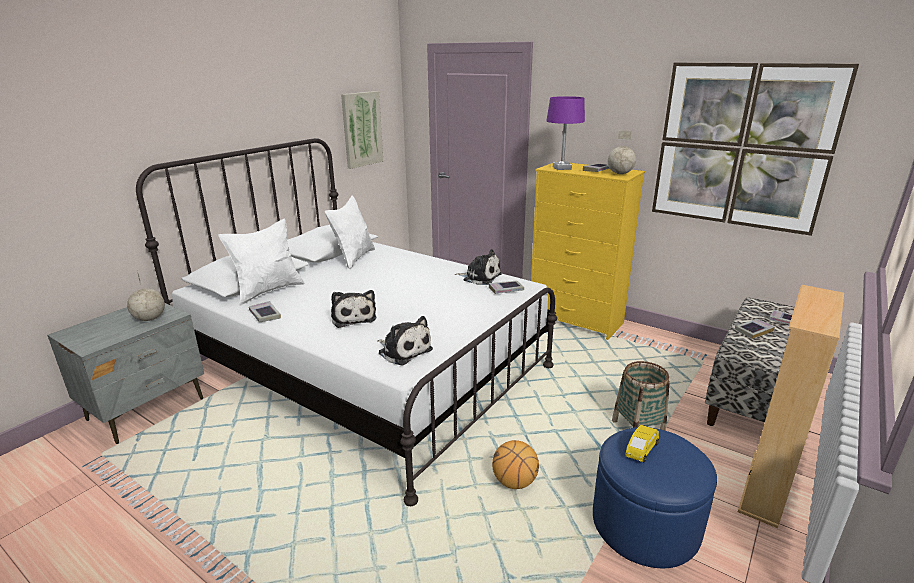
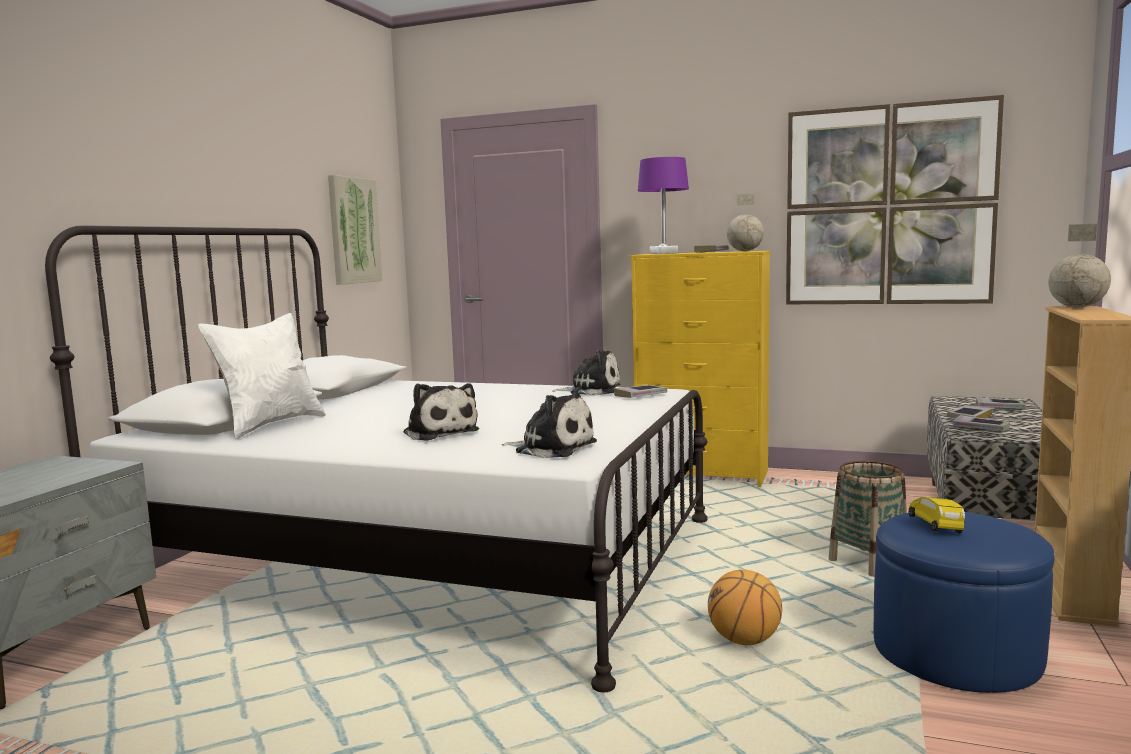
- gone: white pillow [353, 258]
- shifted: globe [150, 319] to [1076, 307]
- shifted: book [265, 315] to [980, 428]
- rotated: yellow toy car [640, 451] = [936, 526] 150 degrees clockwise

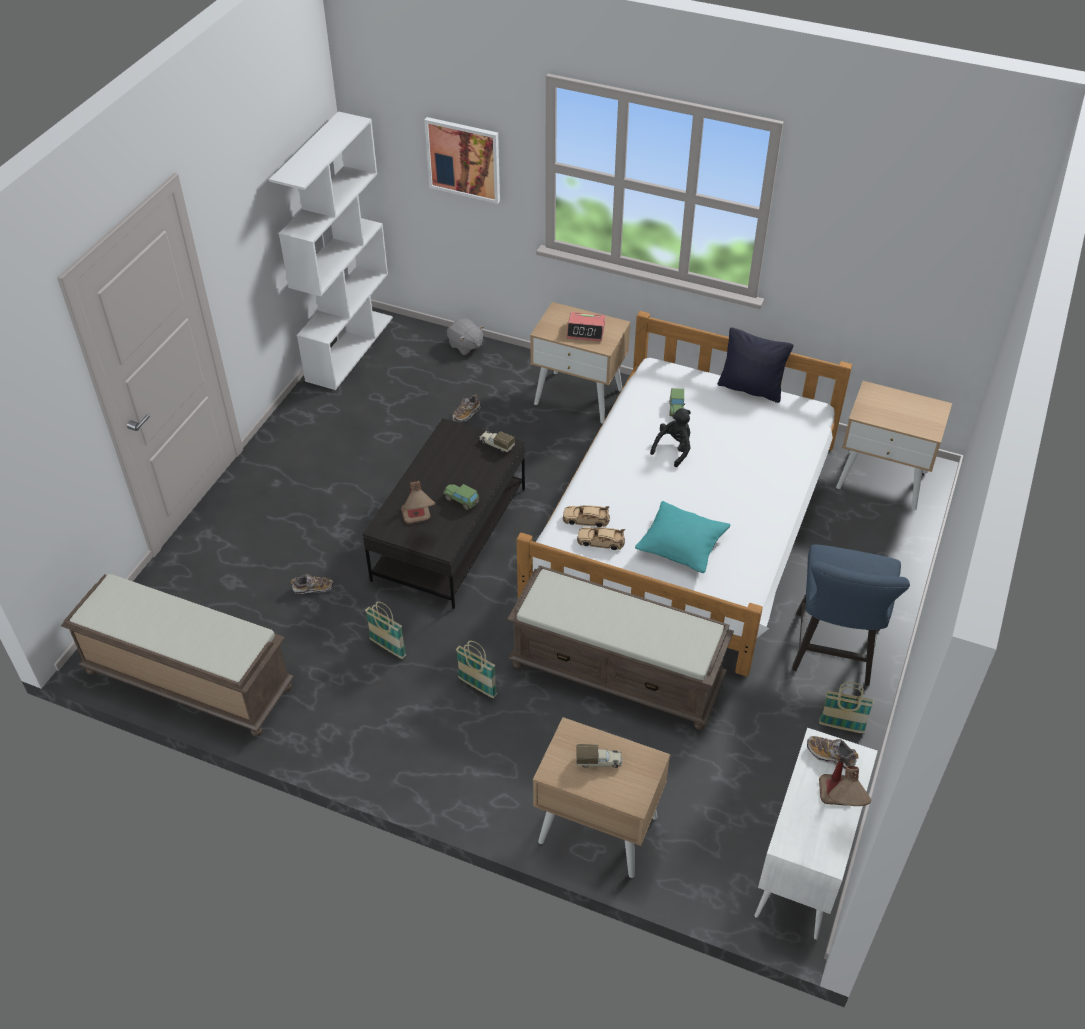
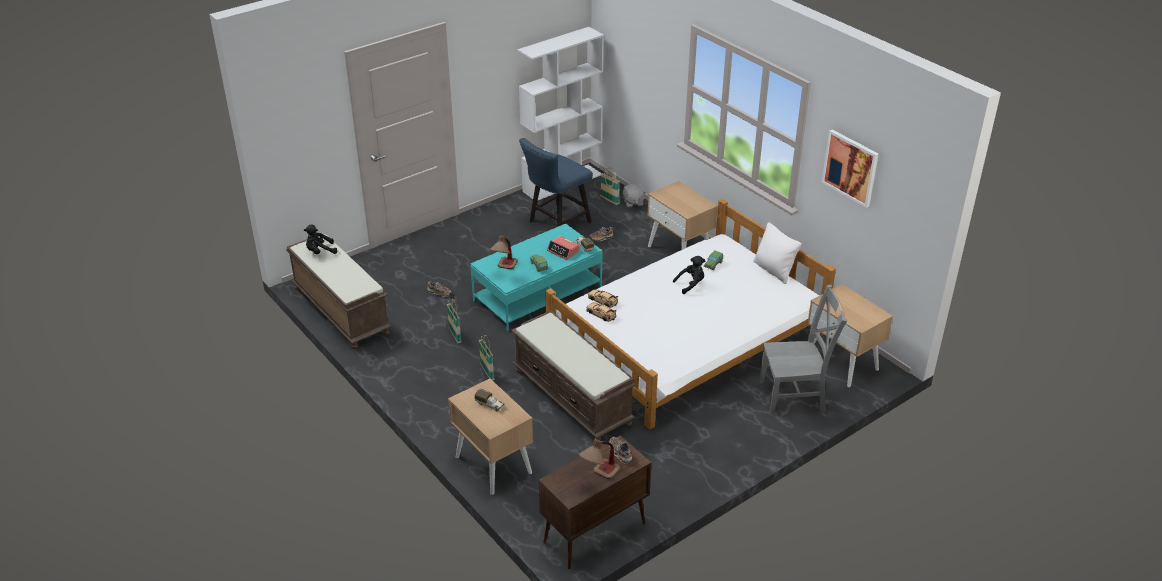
- shifted: picture [464, 159] to [850, 167]
- shifted: alarm clock [586, 331] to [563, 251]
- repainted: black pillow [751, 388] to white pillow [774, 270]
- repainted: black coffee table [450, 534] to turquoise coffee table [537, 294]
- gone: turquoise pillow [681, 545]
- shifted: blue chair [833, 654] to [556, 223]
- shifted: basket [841, 727] to [609, 200]
- repainted: white cabinet [803, 868] to brown cabinet [593, 534]
- new: black plush toy [320, 251]
- new: grey chair [795, 396]

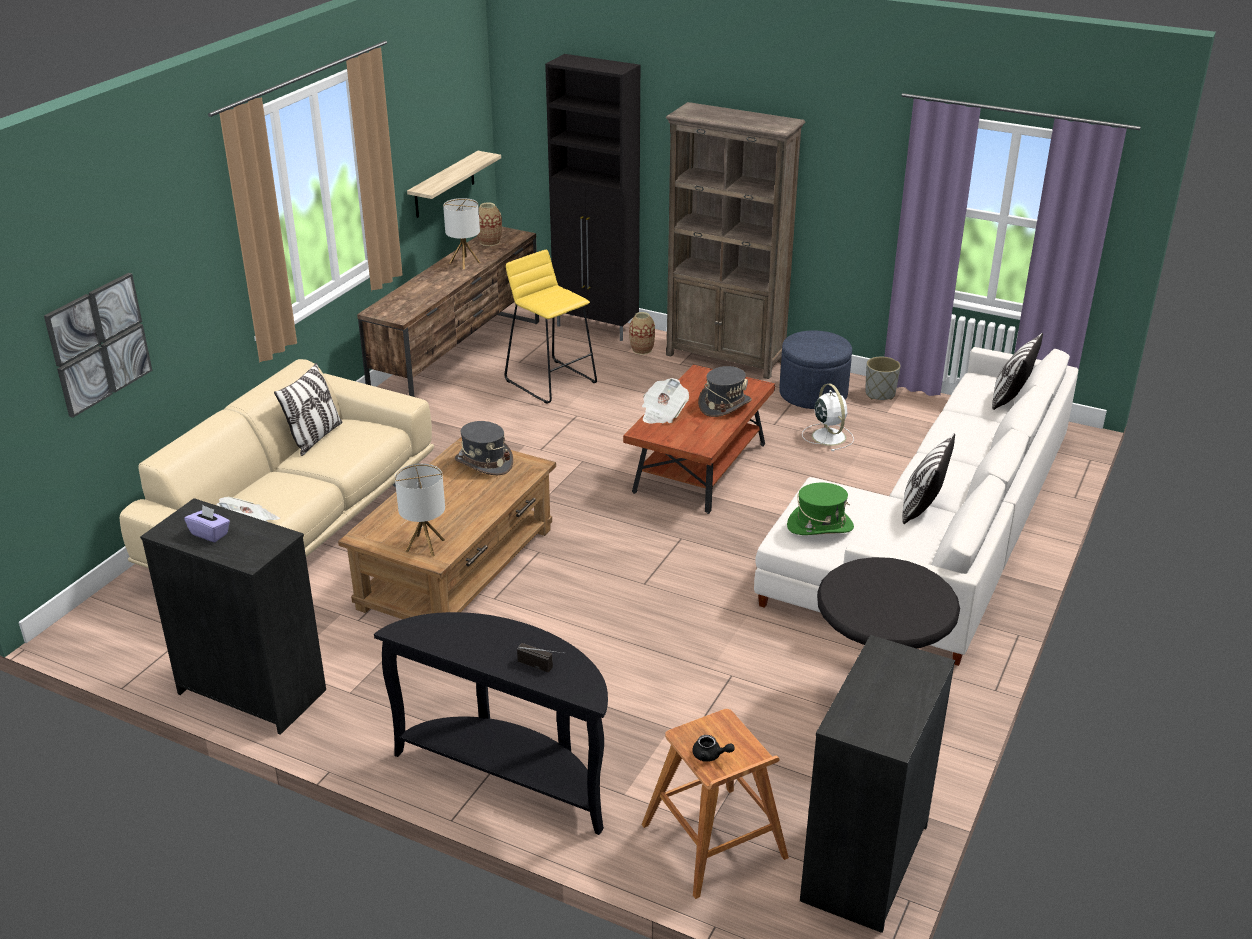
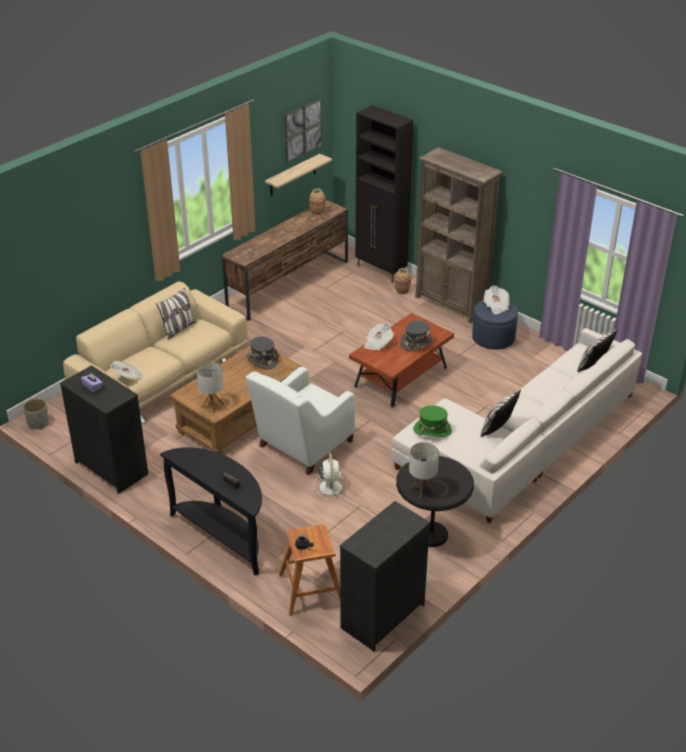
- shifted: table lamp [464, 263] to [422, 490]
- gone: yellow stool [551, 381]
- shifted: picture [99, 343] to [302, 130]
- shifted: grey planter [880, 394] to [38, 423]
- shifted: white fan [828, 436] to [330, 486]
- new: newspaper [496, 306]
- new: white armchair [302, 446]

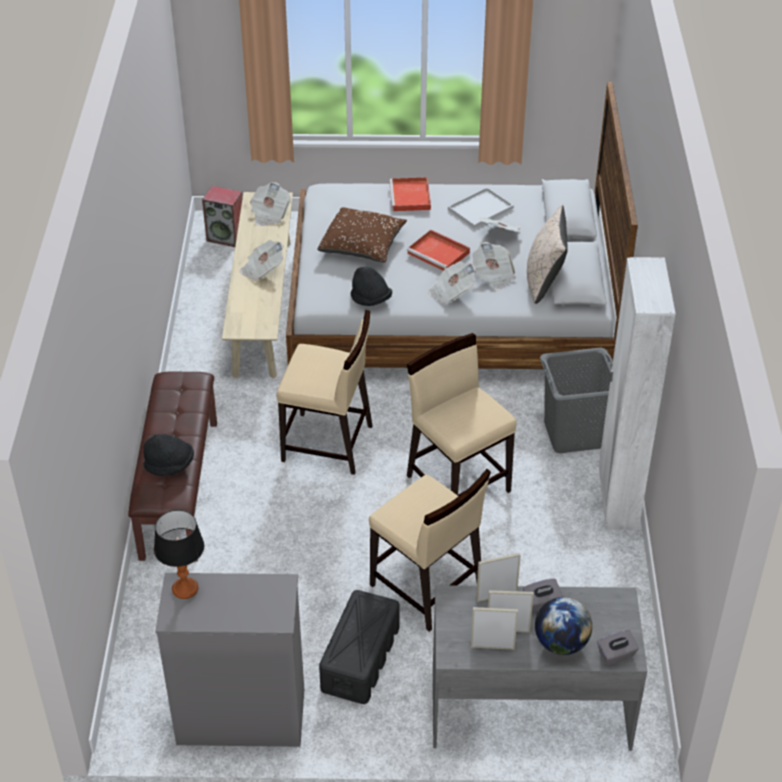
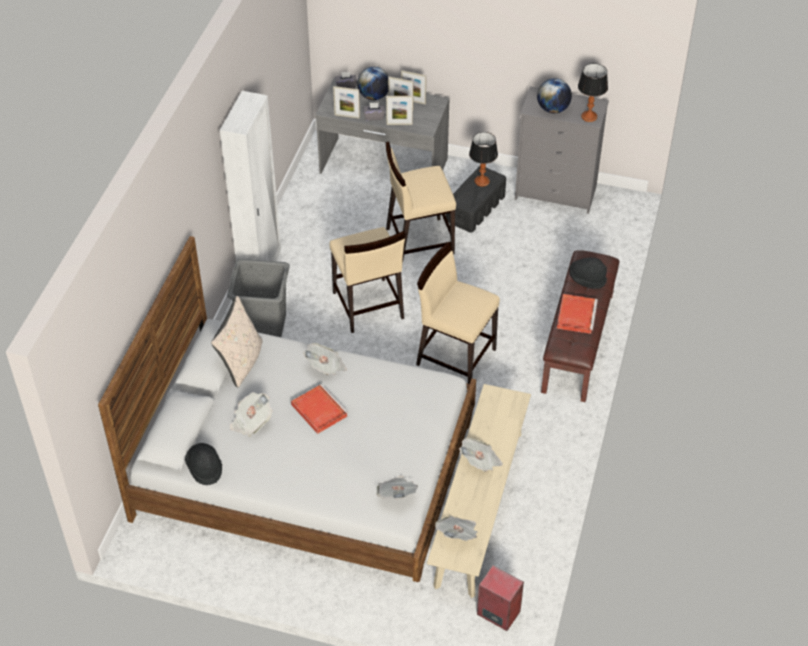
- shifted: red tray [410, 197] to [576, 314]
- gone: white tray [481, 208]
- gone: brown pillow [362, 246]
- shifted: newspaper [493, 276] to [396, 494]
- shifted: black hat [370, 300] to [205, 469]
- rotated: beige chair [426, 587] = [418, 240] 75 degrees counterclockwise
- new: globe [553, 109]
- new: picture frame [347, 116]
- new: table lamp [481, 181]

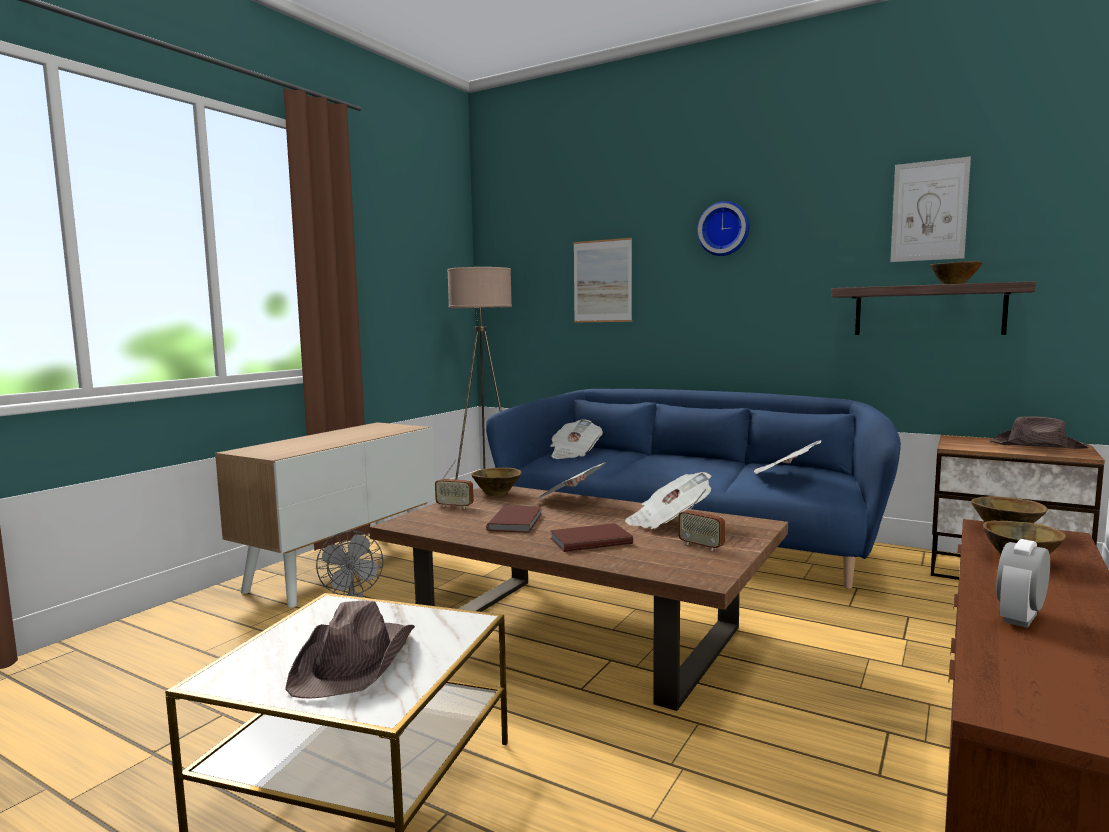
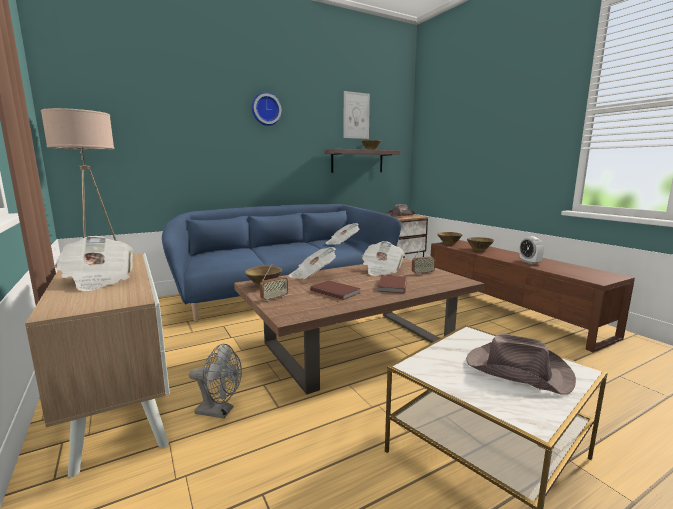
- gone: picture [602, 281]
- shifted: newspaper [574, 454] to [98, 280]

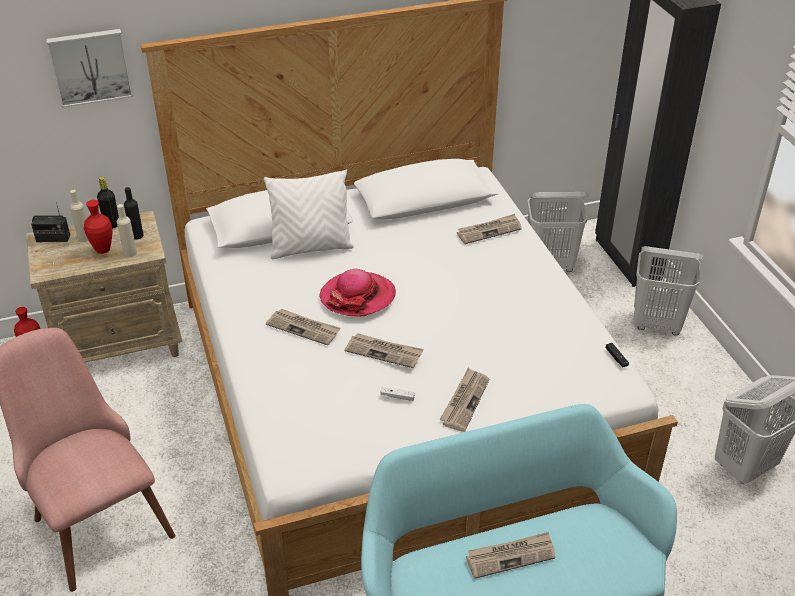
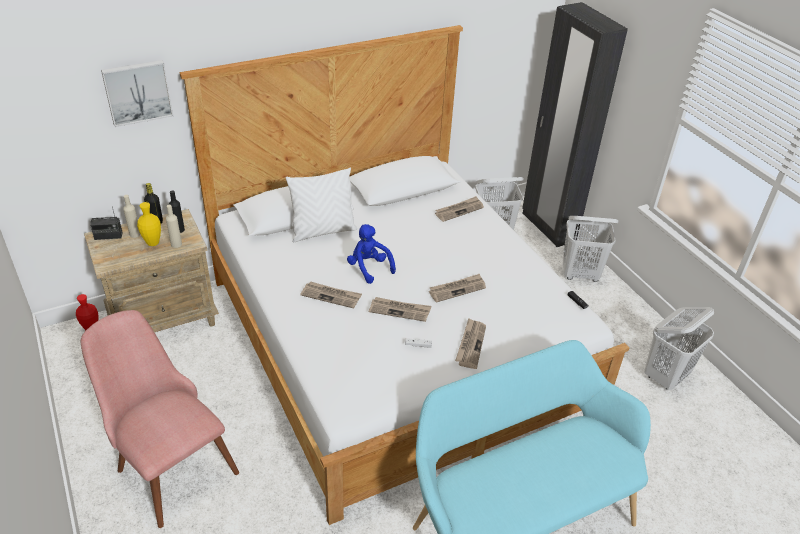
- repainted: red vase [103, 250] to yellow vase [153, 243]
- swapped: hat [358, 296] to blue plush toy [369, 268]
- shifted: newspaper [511, 556] to [457, 289]

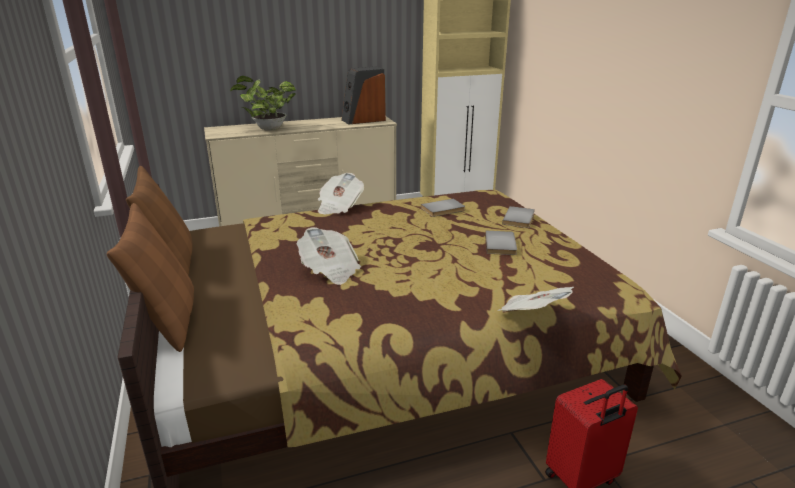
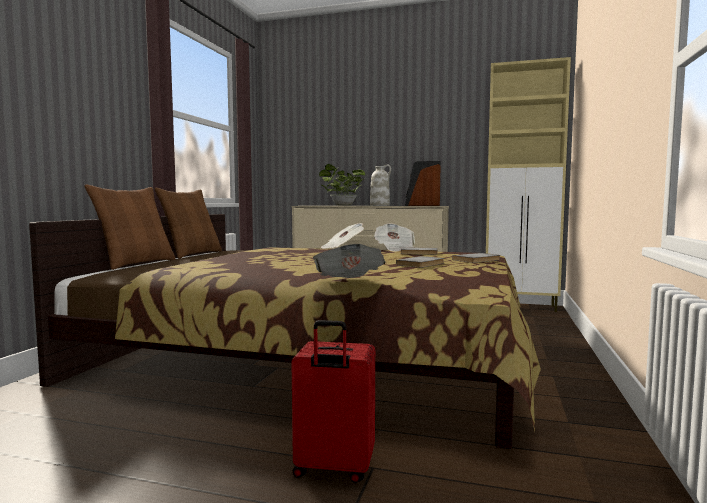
- shifted: newspaper [330, 270] to [394, 249]
- new: white vase [380, 205]

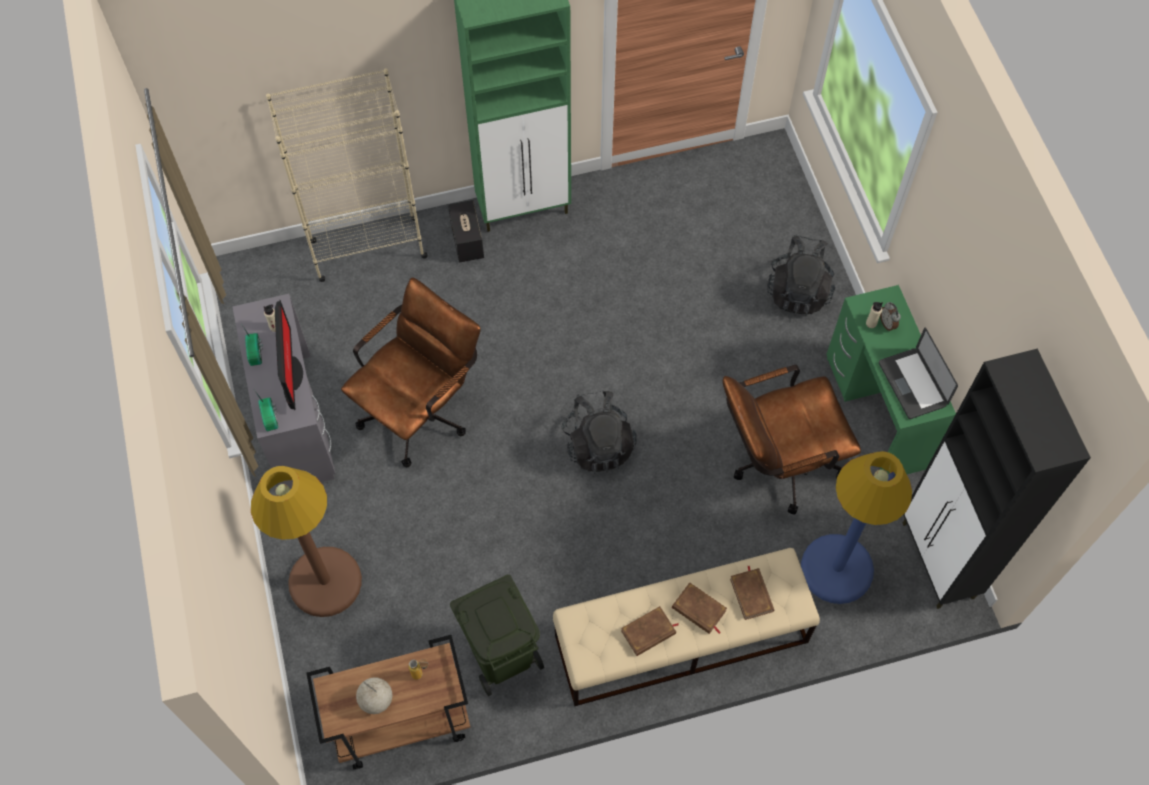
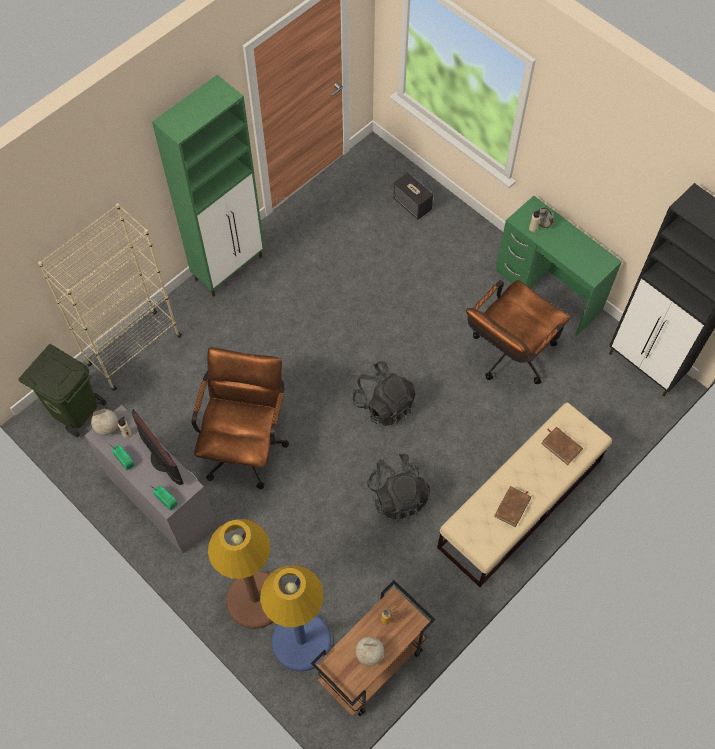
- shifted: speaker [467, 242] to [412, 204]
- shifted: black backpack [798, 291] to [398, 495]
- gone: laptop [912, 384]
- shifted: blue floor lamp [836, 569] to [301, 641]
- shifted: green trash can [503, 654] to [75, 409]
- gone: brown book [698, 610]
- new: globe [107, 427]

